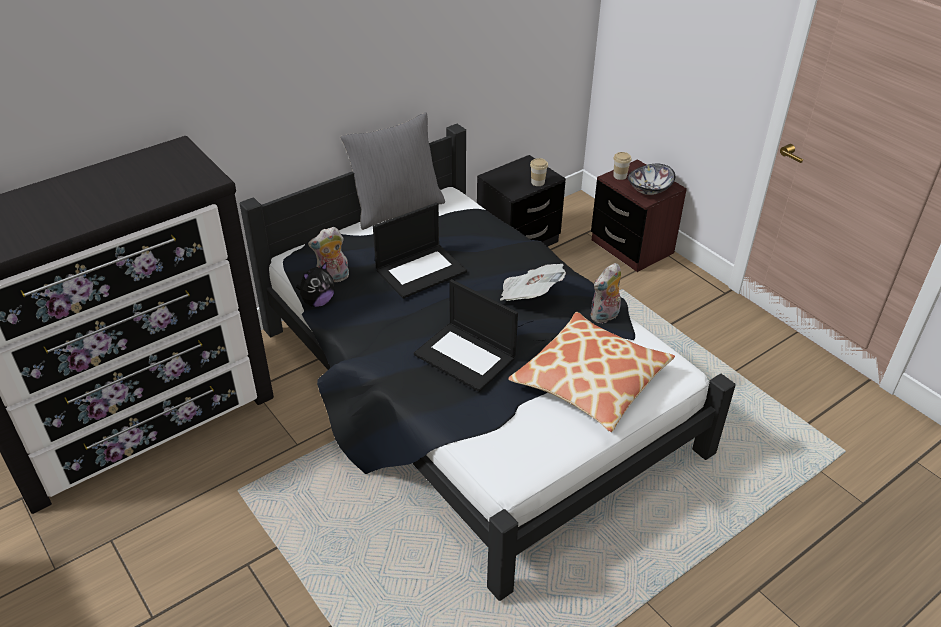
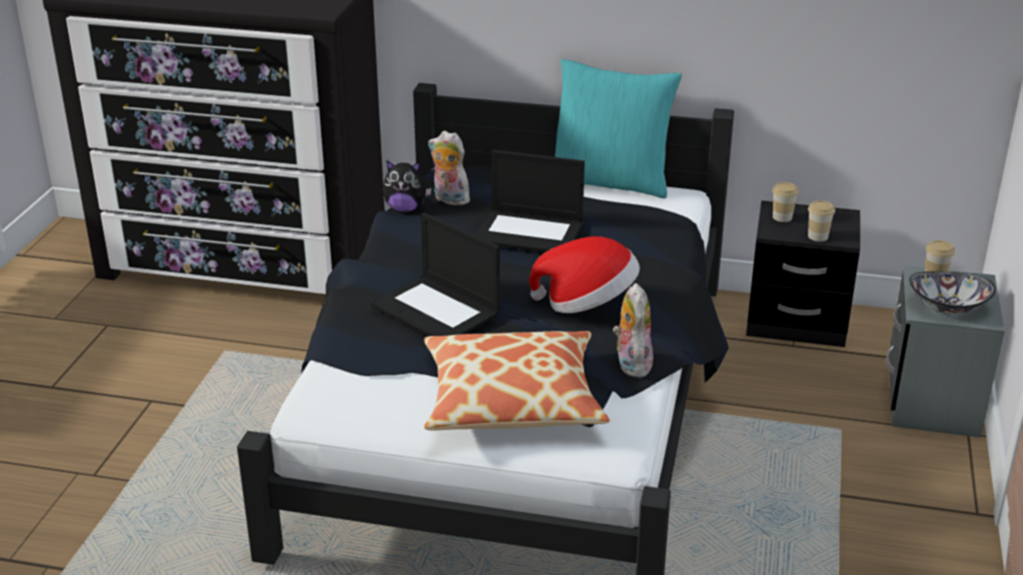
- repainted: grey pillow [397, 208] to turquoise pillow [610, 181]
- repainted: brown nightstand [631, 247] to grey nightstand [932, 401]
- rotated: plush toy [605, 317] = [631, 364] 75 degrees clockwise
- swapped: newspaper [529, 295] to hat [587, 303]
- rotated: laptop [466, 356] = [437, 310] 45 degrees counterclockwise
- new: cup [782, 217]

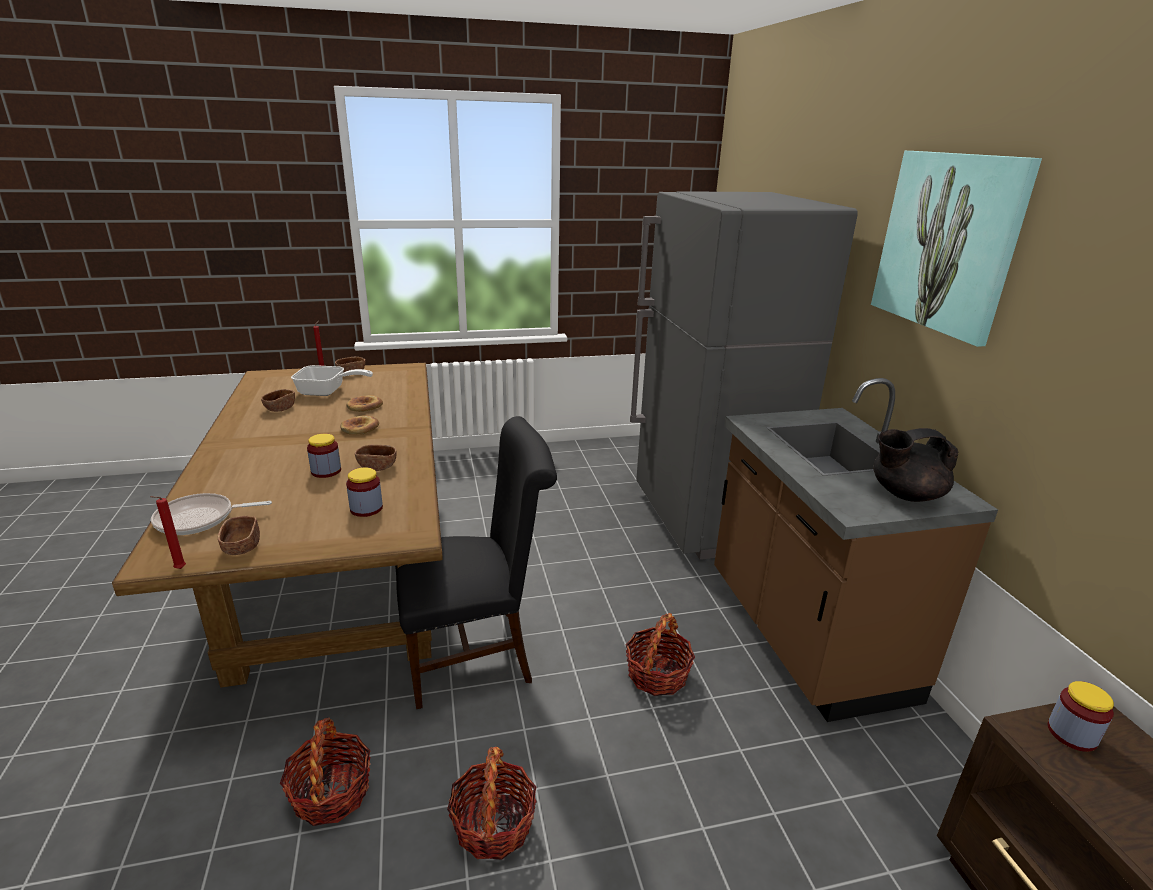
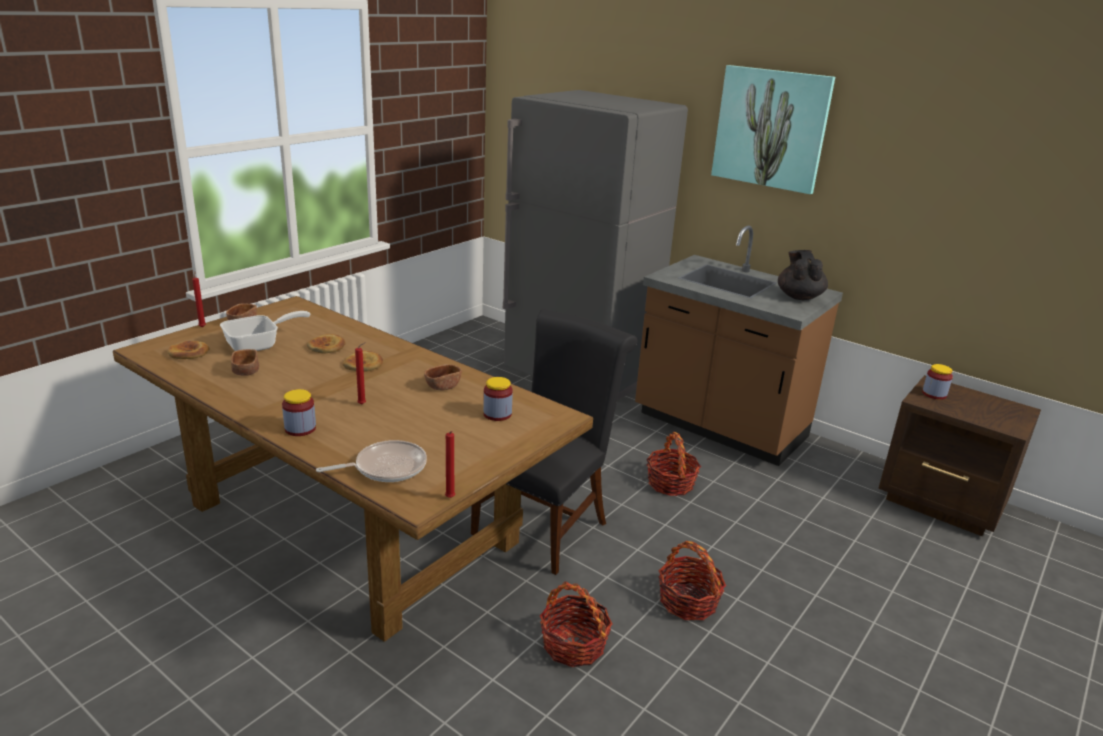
- rotated: black teapot [905, 494] = [799, 296] 135 degrees clockwise
- shifted: jar [326, 471] to [300, 429]
- rotated: frying pan [200, 519] = [386, 467] 150 degrees counterclockwise
- gone: brown bowl [241, 546]
- new: bread [189, 353]
- new: red candle [363, 404]

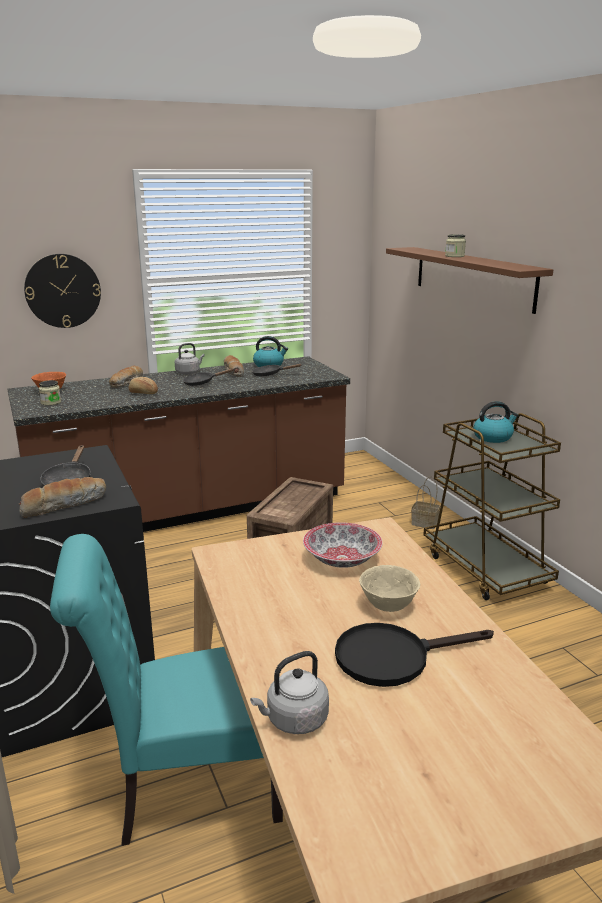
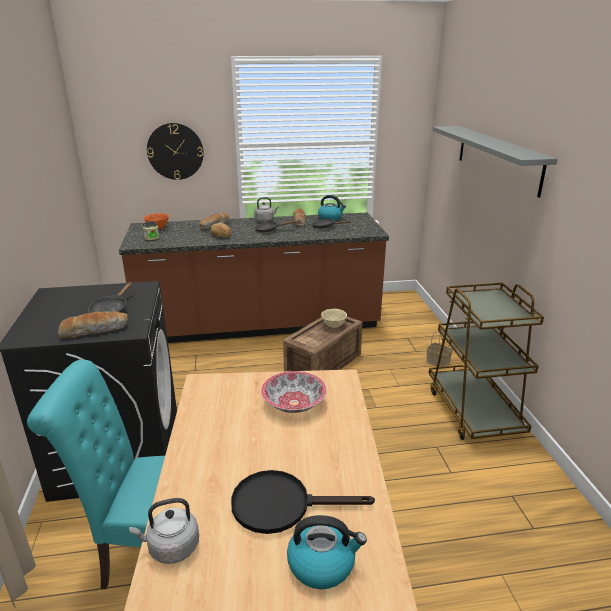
- gone: jar [454, 256]
- repainted: brown shelf [472, 277] to grey shelf [497, 158]
- shifted: kettle [493, 437] to [322, 564]
- shifted: beige bowl [388, 606] to [333, 326]

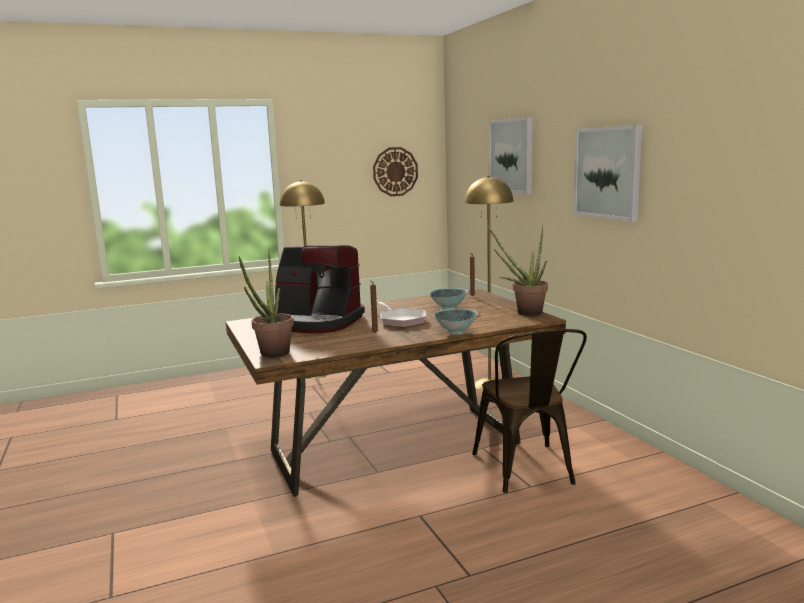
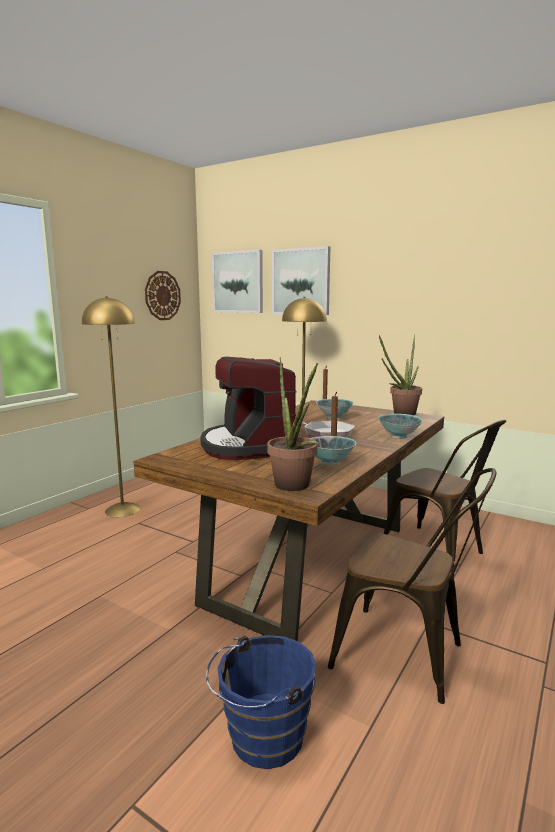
- shifted: picture [608, 172] to [238, 282]
- rotated: coffee machine [317, 322] = [248, 446] 90 degrees clockwise
- new: bowl [330, 463]
- new: brown chair [408, 657]
- new: blue bucket [261, 739]

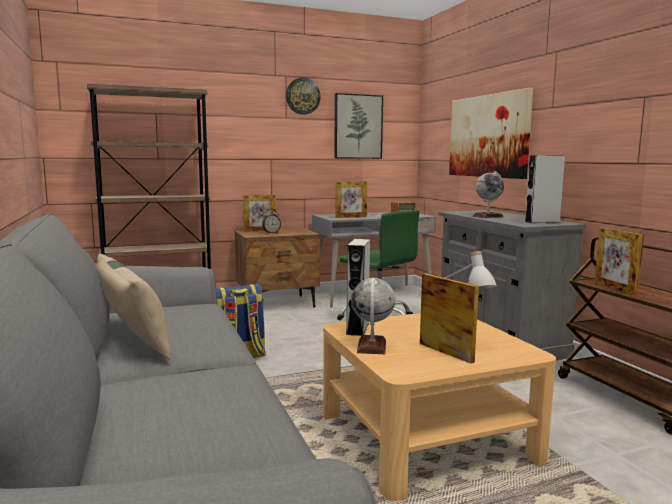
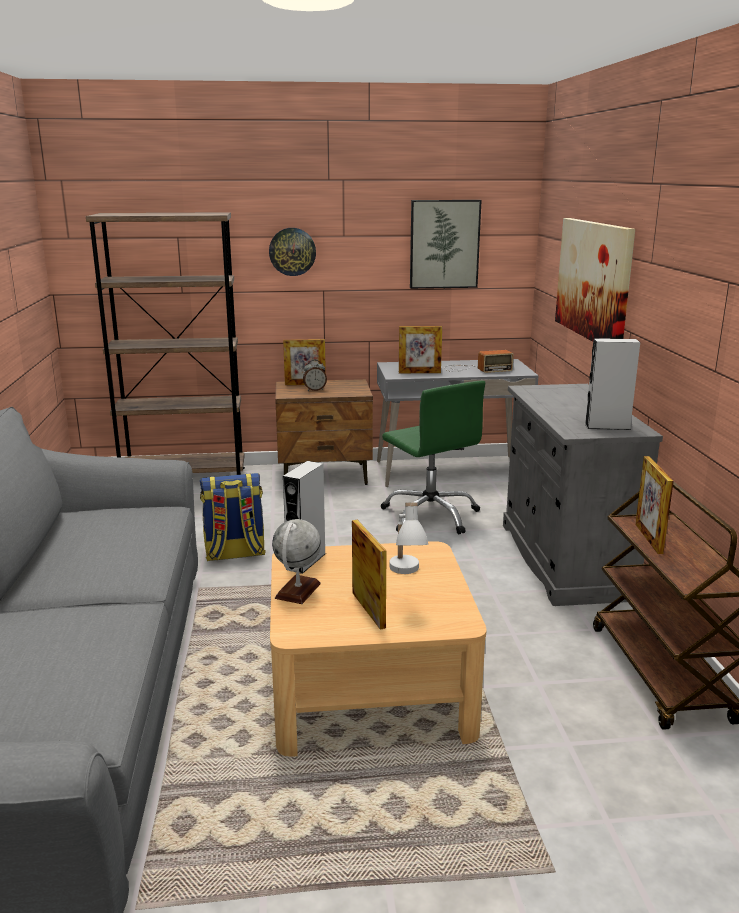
- shifted: wall clock [302, 96] to [292, 251]
- gone: globe [488, 216]
- gone: beige pillow [133, 338]

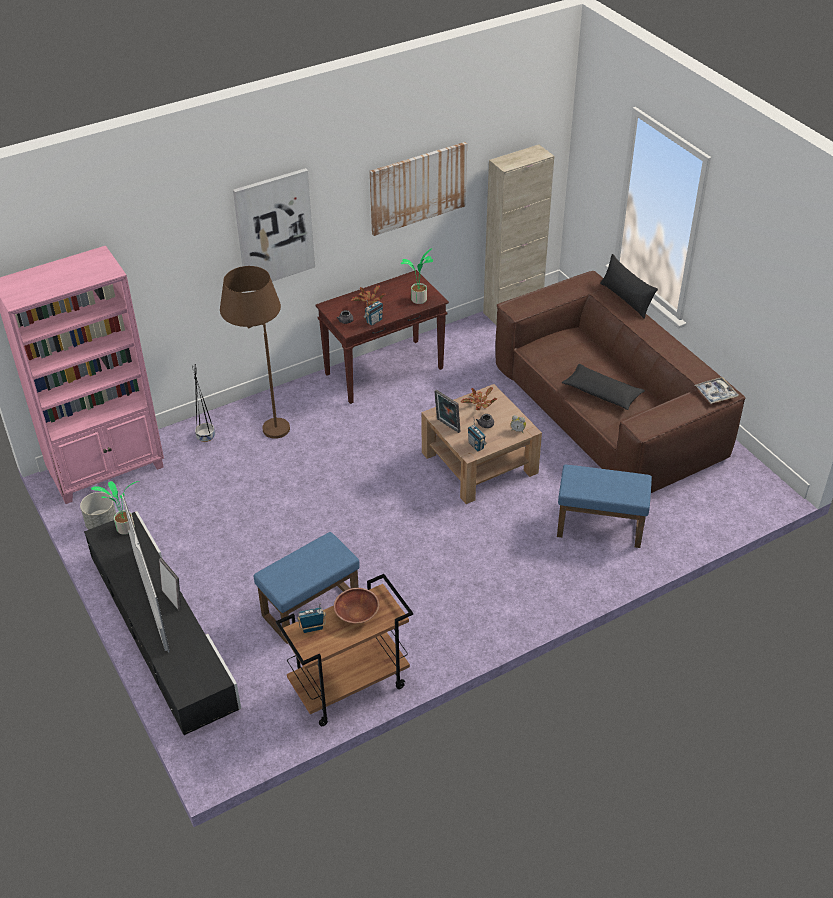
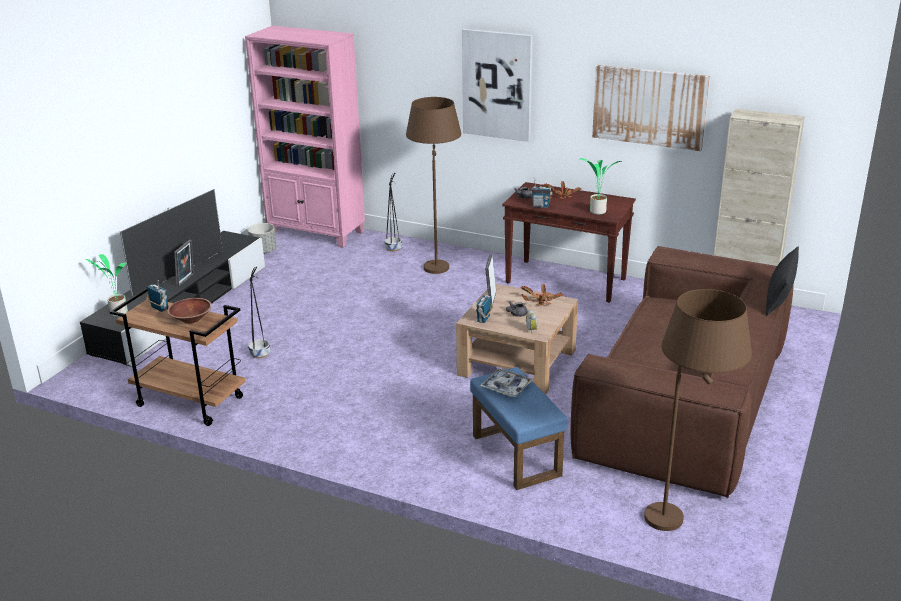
- gone: black pillow [602, 393]
- shifted: tray [715, 394] to [506, 387]
- shifted: potted plant [124, 529] to [117, 312]
- swapped: blue ottoman [311, 607] to black planter [260, 353]
- new: brown floor lamp [685, 523]

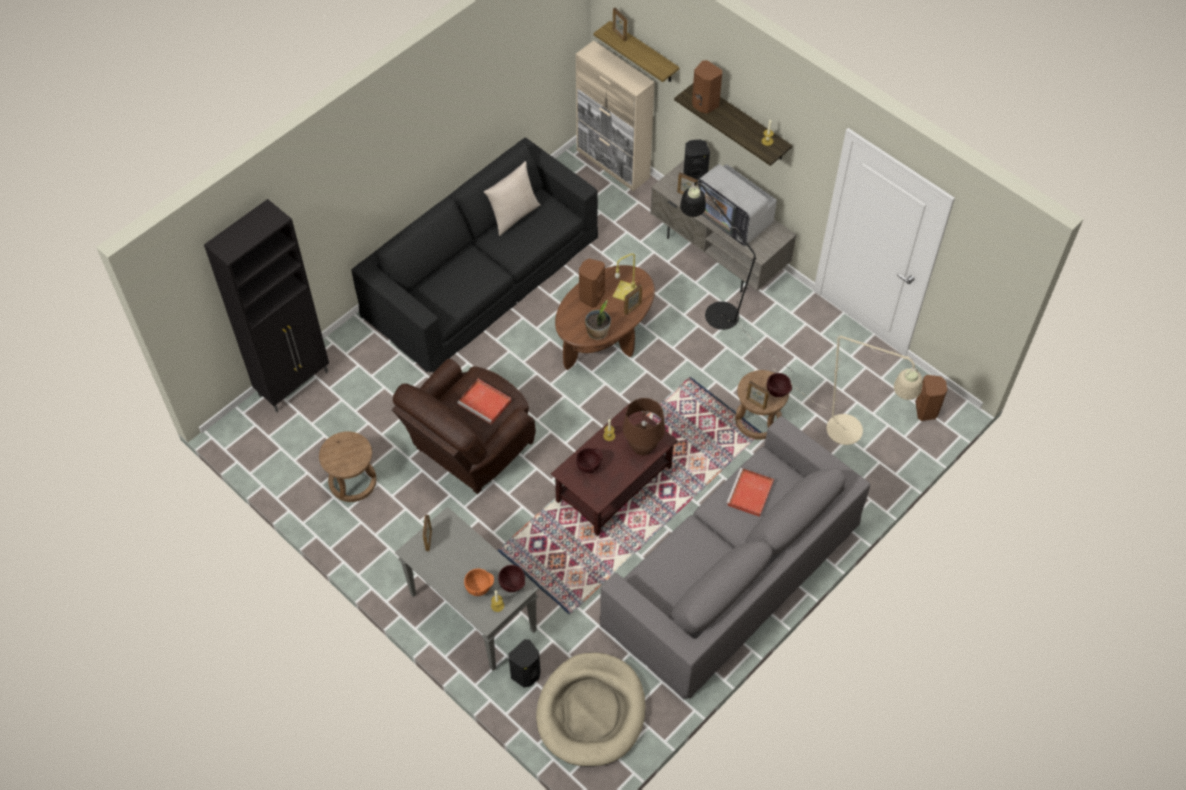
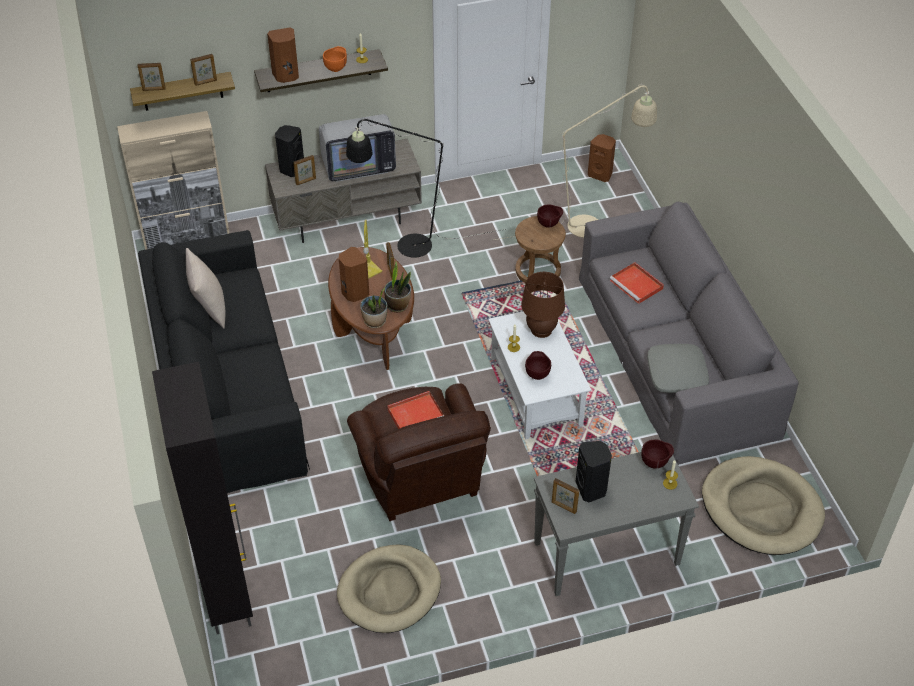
- shifted: picture frame [756, 403] to [206, 82]
- repainted: brown coffee table [613, 485] to white coffee table [536, 392]
- swapped: brown stool [353, 481] to beige dog bed [389, 591]
- shifted: orange bowl [480, 589] to [336, 69]
- shifted: black speaker [526, 675] to [591, 489]
- new: potted plant [375, 322]
- new: grey pillow [676, 374]

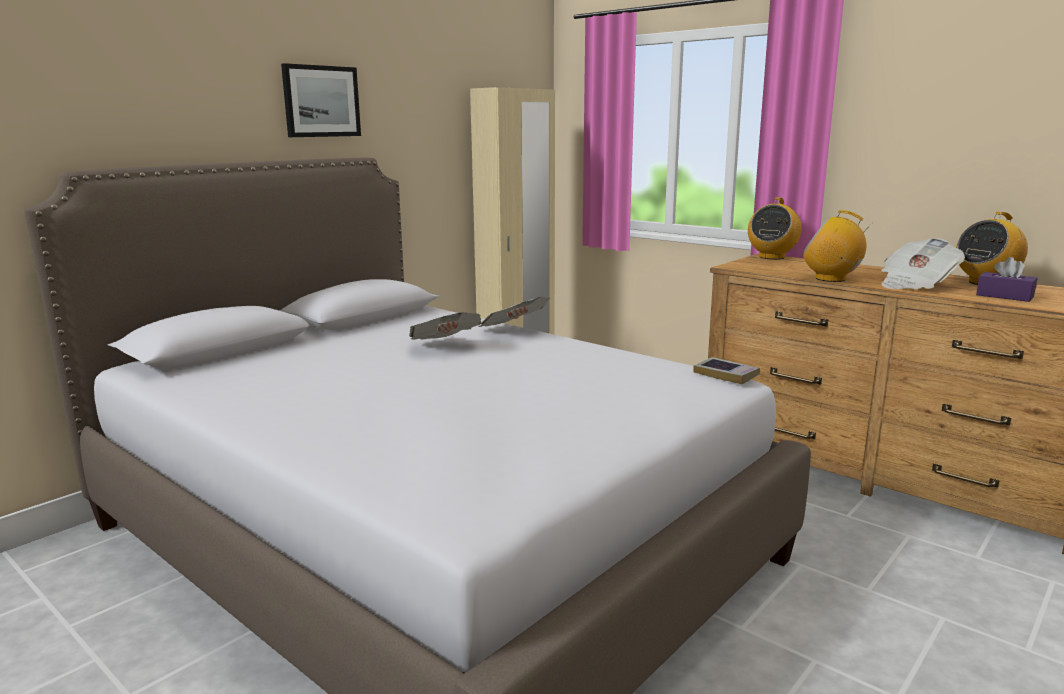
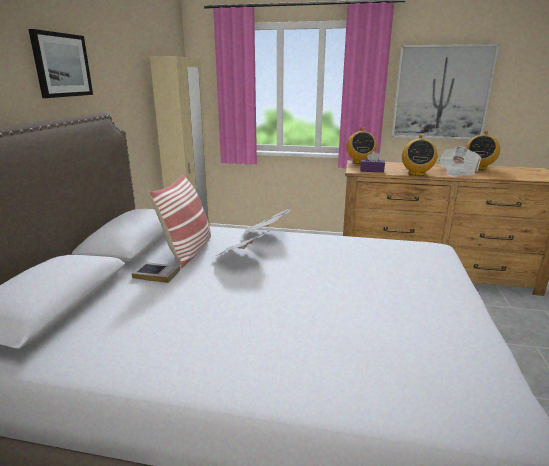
- rotated: radio [831, 279] = [416, 173] 75 degrees counterclockwise
- shifted: purple tissue box [1004, 296] to [371, 170]
- shifted: book [726, 375] to [156, 275]
- new: picture [441, 93]
- new: pillow [188, 251]

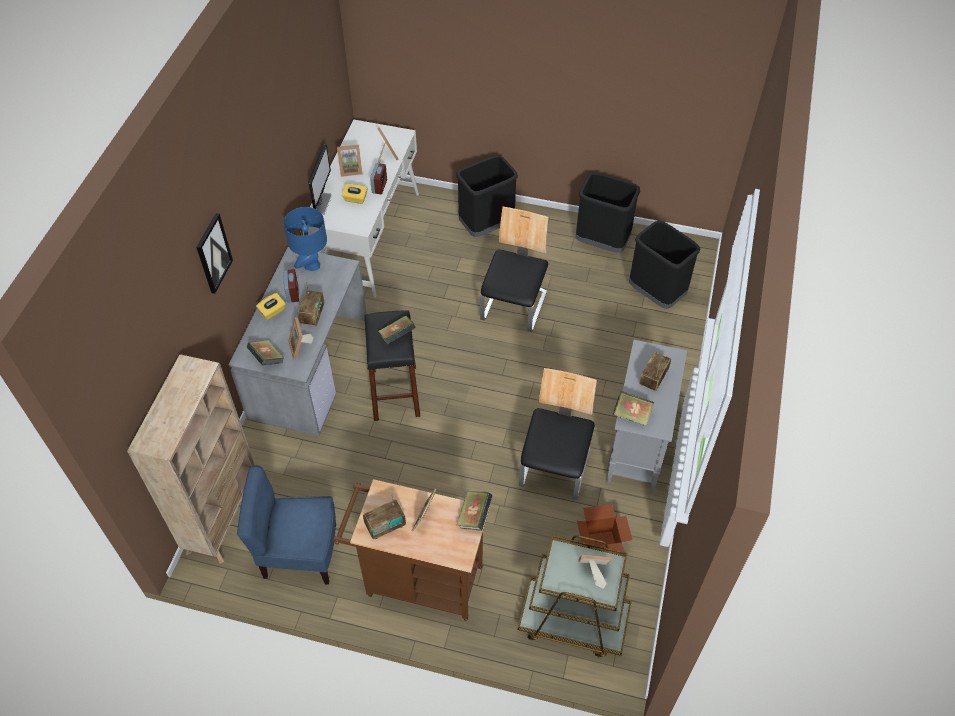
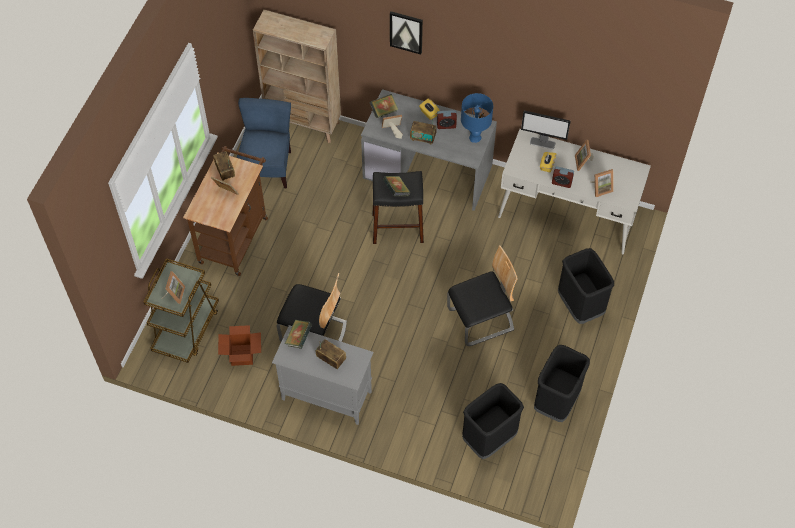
- rotated: chair [514, 306] = [481, 320] 45 degrees counterclockwise
- gone: book [474, 516]

